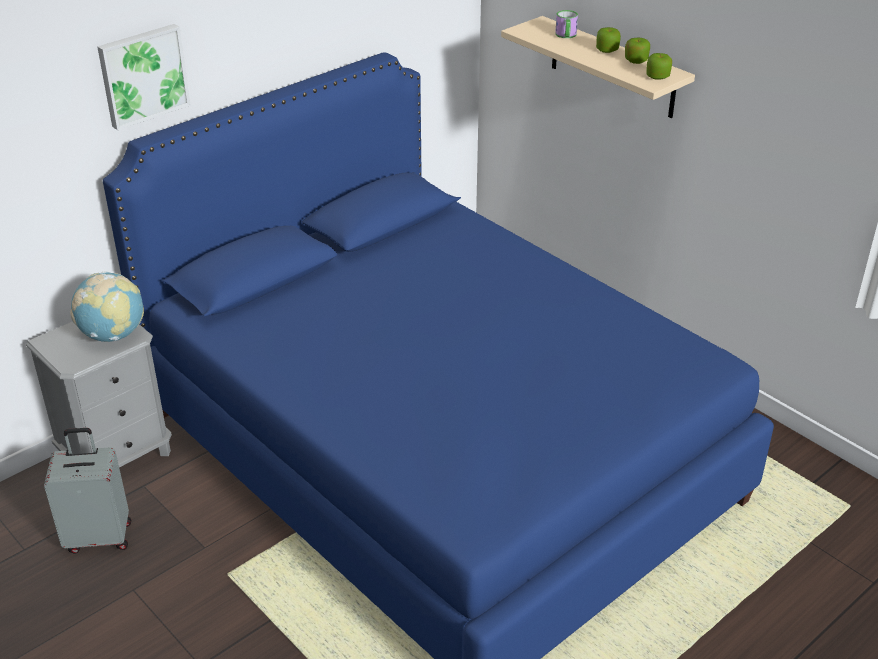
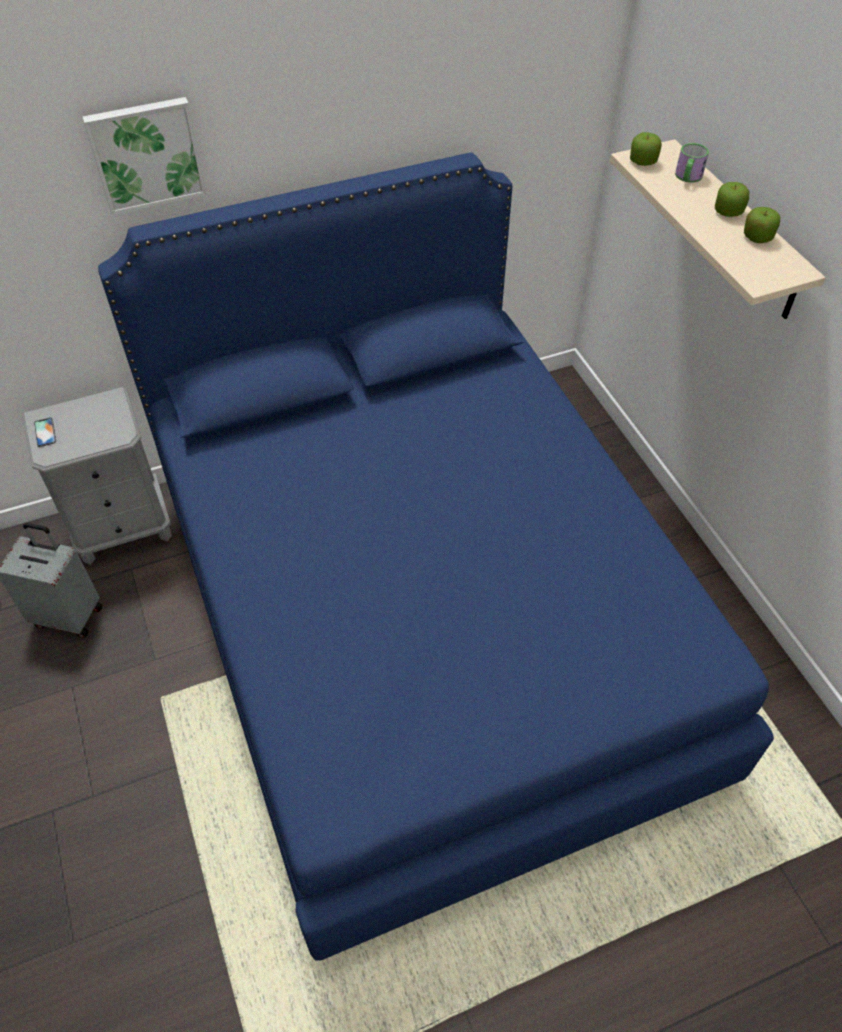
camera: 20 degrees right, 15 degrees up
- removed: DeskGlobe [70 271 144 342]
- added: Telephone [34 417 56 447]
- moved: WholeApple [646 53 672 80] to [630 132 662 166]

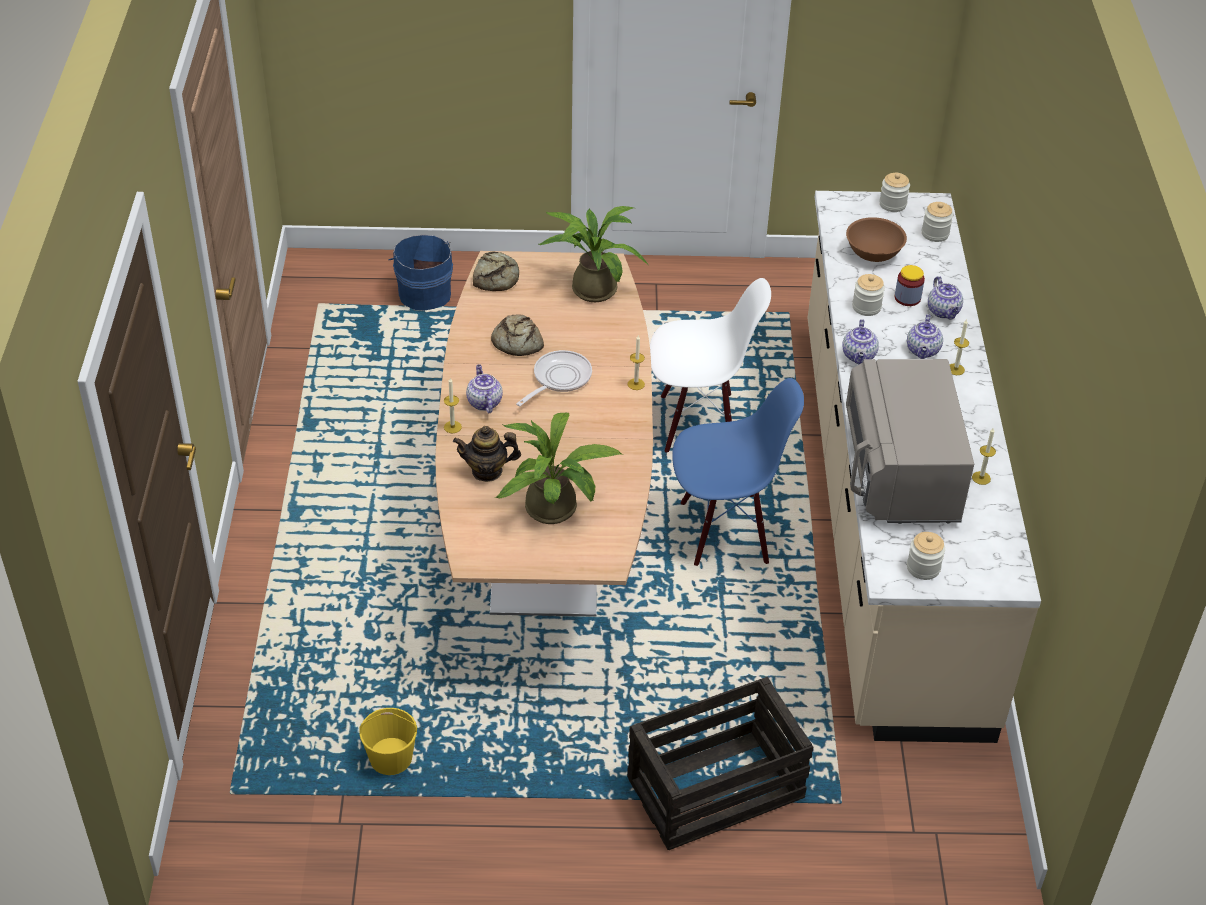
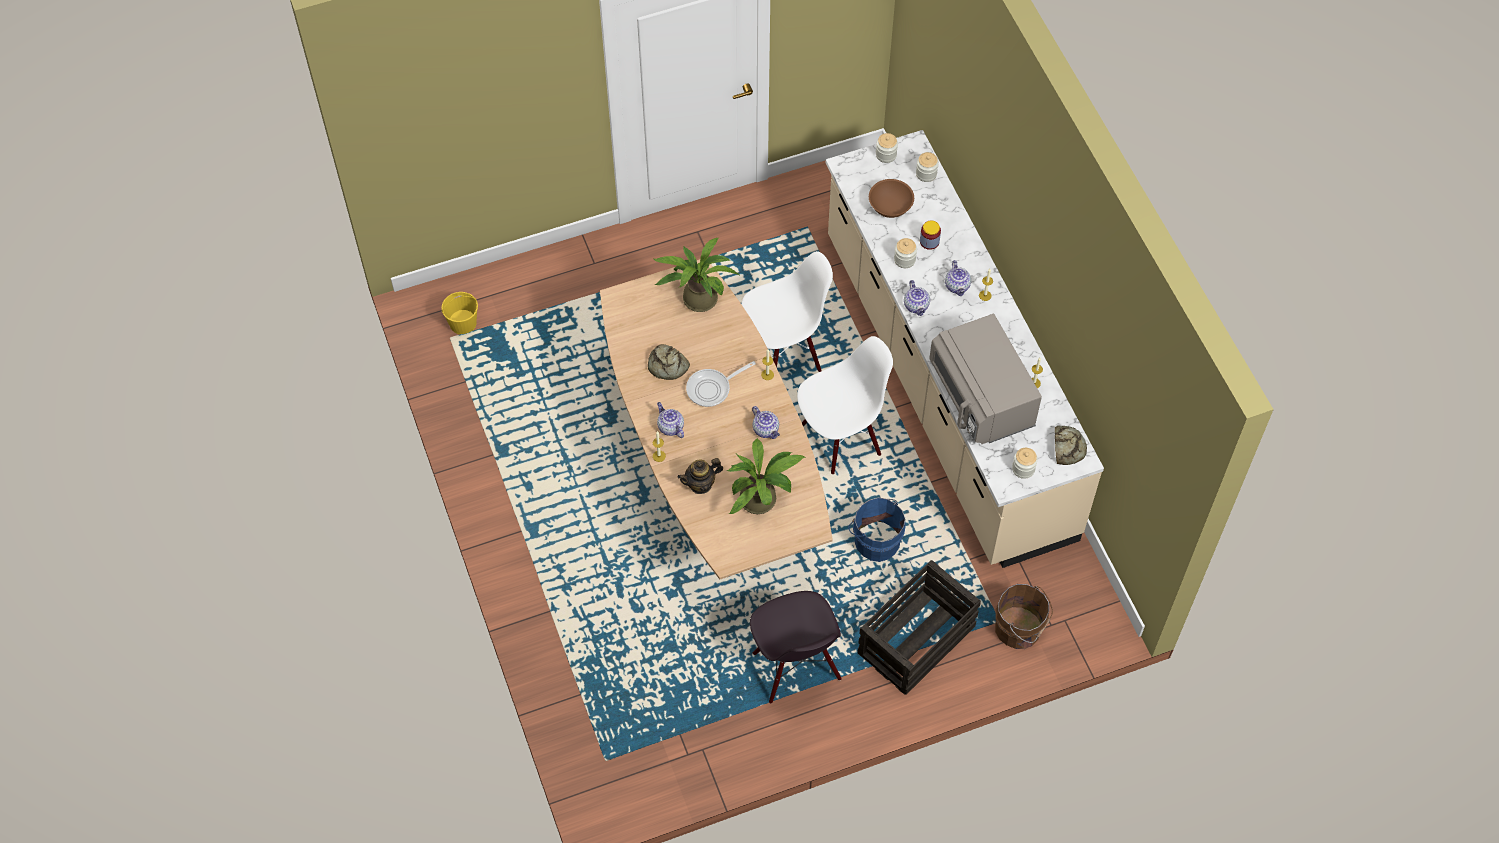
camera: 20 degrees left, 15 degrees up
- added: BlackPlainChair [750 591 842 704]
- added: BrownColouredBucket [995 584 1053 649]
- moved: YellowColouredBucket [359 708 417 775] to [441 292 478 334]
- moved: BluishBucket [389 235 453 310] to [848 498 906 562]
- moved: Bread [473 251 519 291] to [1055 426 1087 465]
- moved: Teapot [928 276 963 320] to [752 406 780 439]
- recoloured: BluishPlainChair [672 378 804 566] to WhitishPlainChair [797 336 893 474]
- turned: Pan [516 350 592 406] = [686 361 756 407] 135 degrees counterclockwise

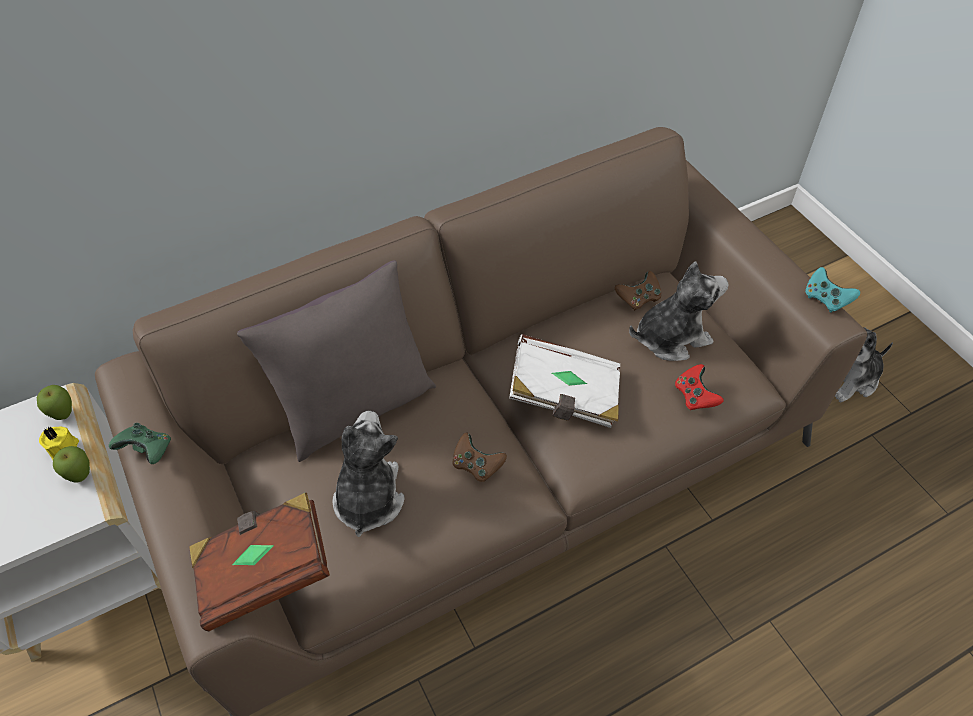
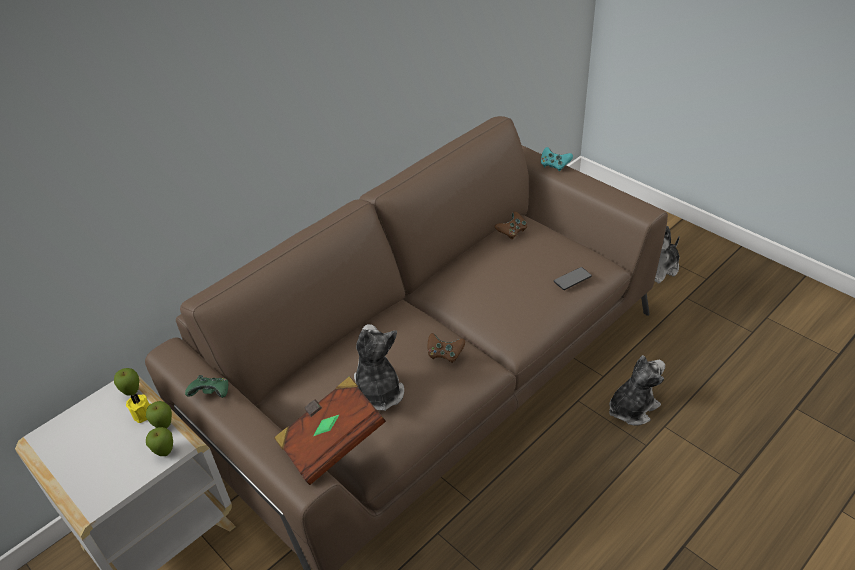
camera: 15 degrees left, 10 degrees down
- removed: GreyishCushion [237 260 436 462]
- removed: WhitishBoundBook [509 334 620 428]
- added: WholeApple [146 427 173 456]
- moved: SoftToy [629 261 729 361] to [609 355 665 426]
- moved: TurquoiseColouredGamepad [805 267 860 313] to [541 147 573 172]
- replaced: ReddishGamepad [675 364 724 410] to Telephone [554 267 592 290]

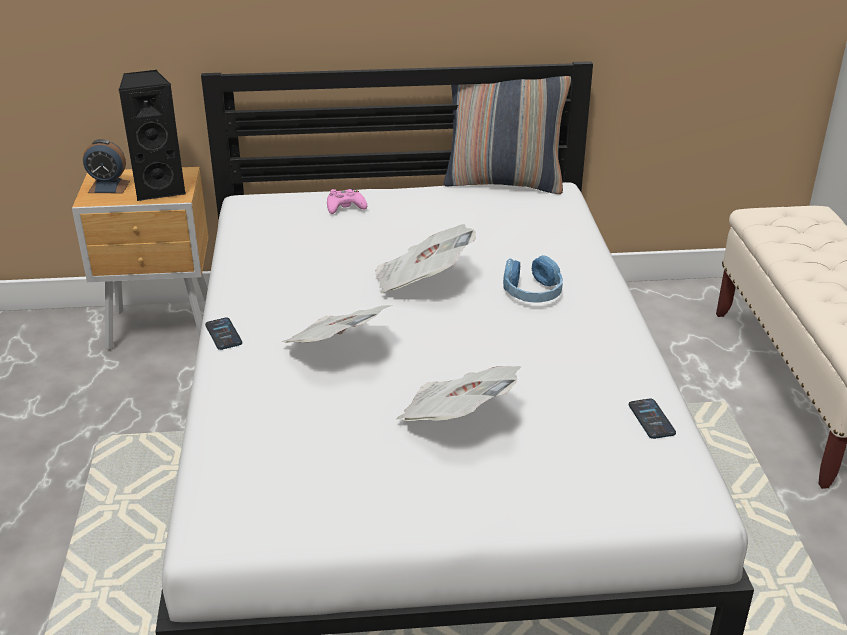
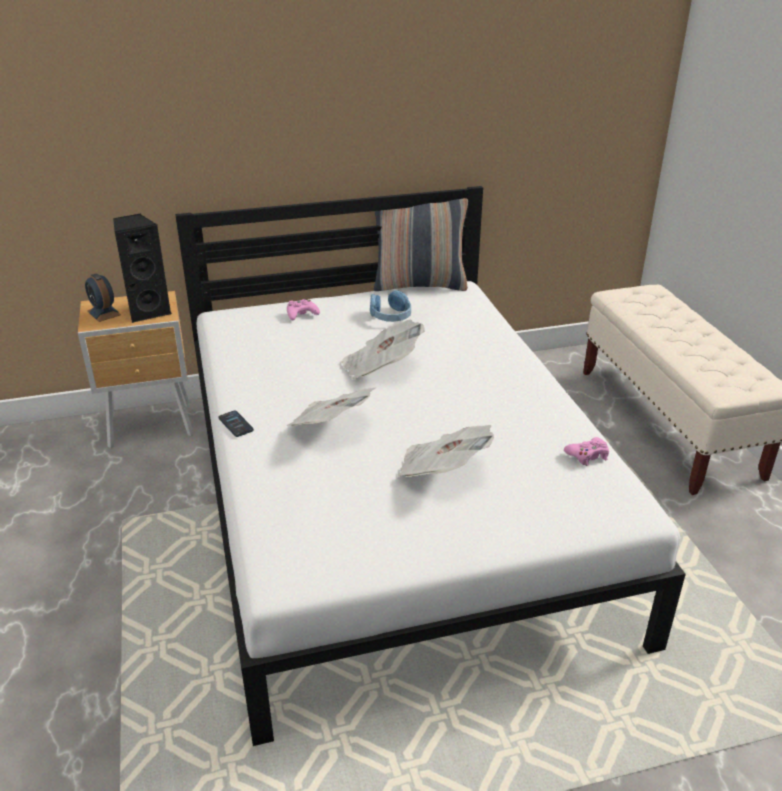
camera: 10 degrees left, 0 degrees up
- moved: BluishHeadset [503 255 563 302] to [370 290 411 322]
- replaced: Telephone [629 399 676 439] to PinkGamepad [564 437 609 466]
- turned: AlarmClock [83 139 130 193] = [85 274 121 322] 60 degrees clockwise

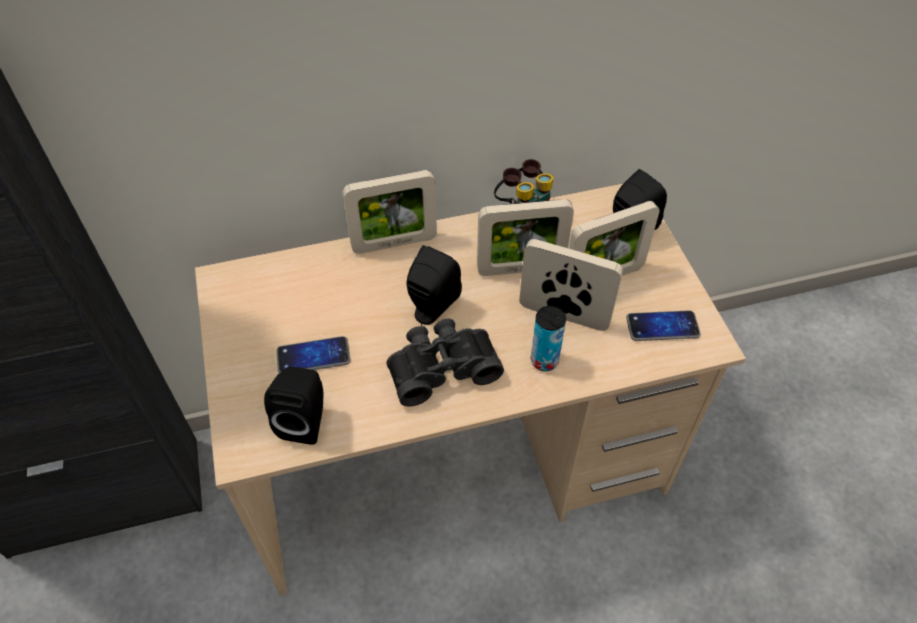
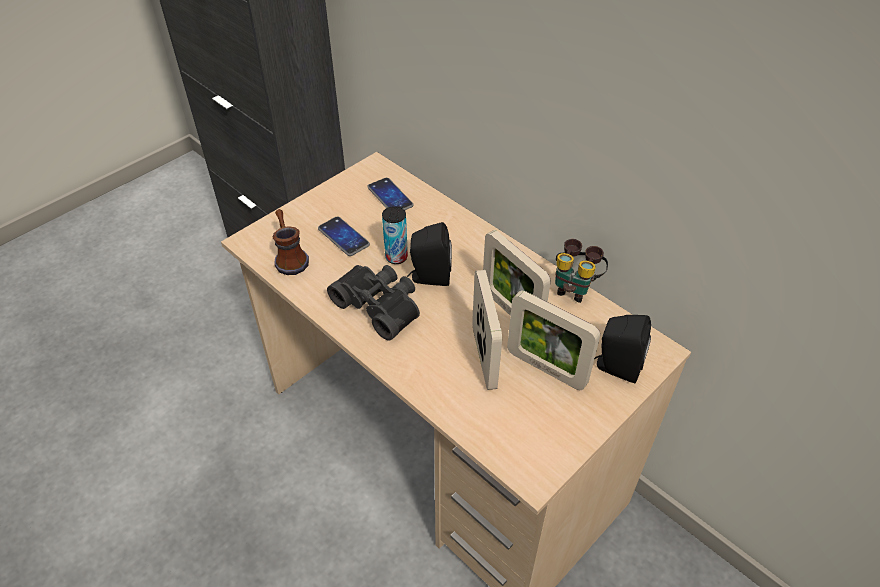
camera: 60 degrees right, 5 degrees down
- removed: PhotoFrame [343 170 437 254]
- moved: Can [531 306 566 371] to [382 206 408 264]
- moved: Telephone [626 310 701 341] to [367 178 414 210]
- replaced: BlackSpeaker [264 366 323 445] to Mug [272 209 309 275]

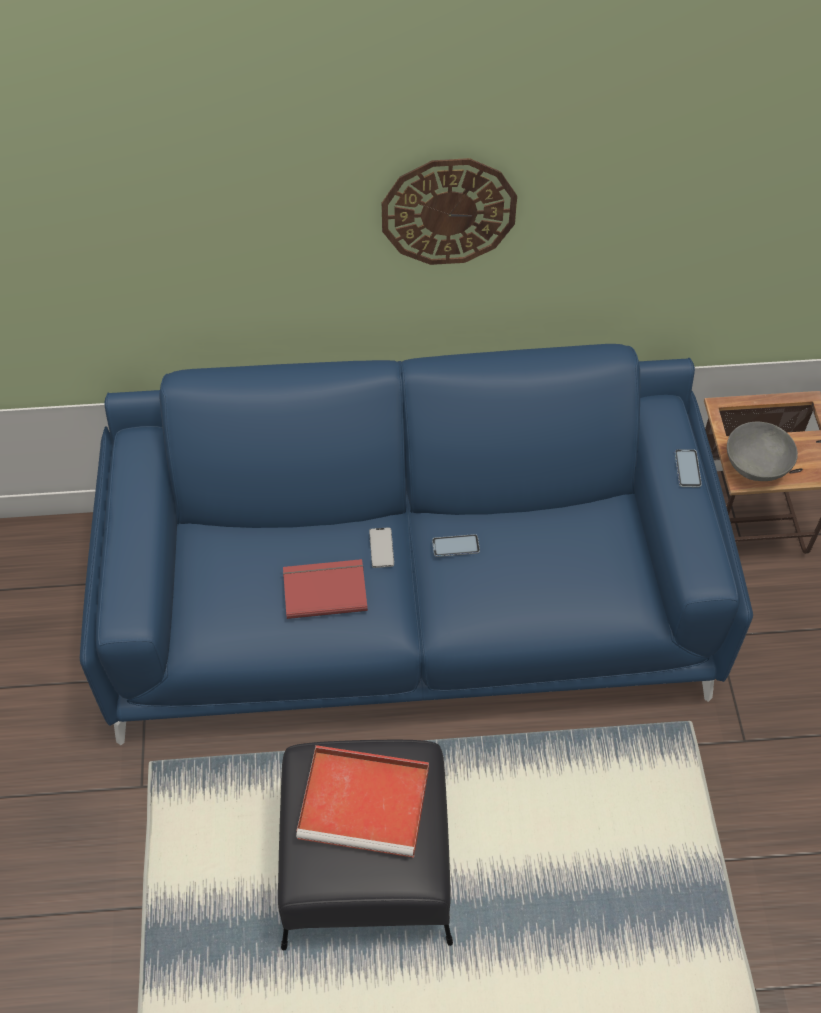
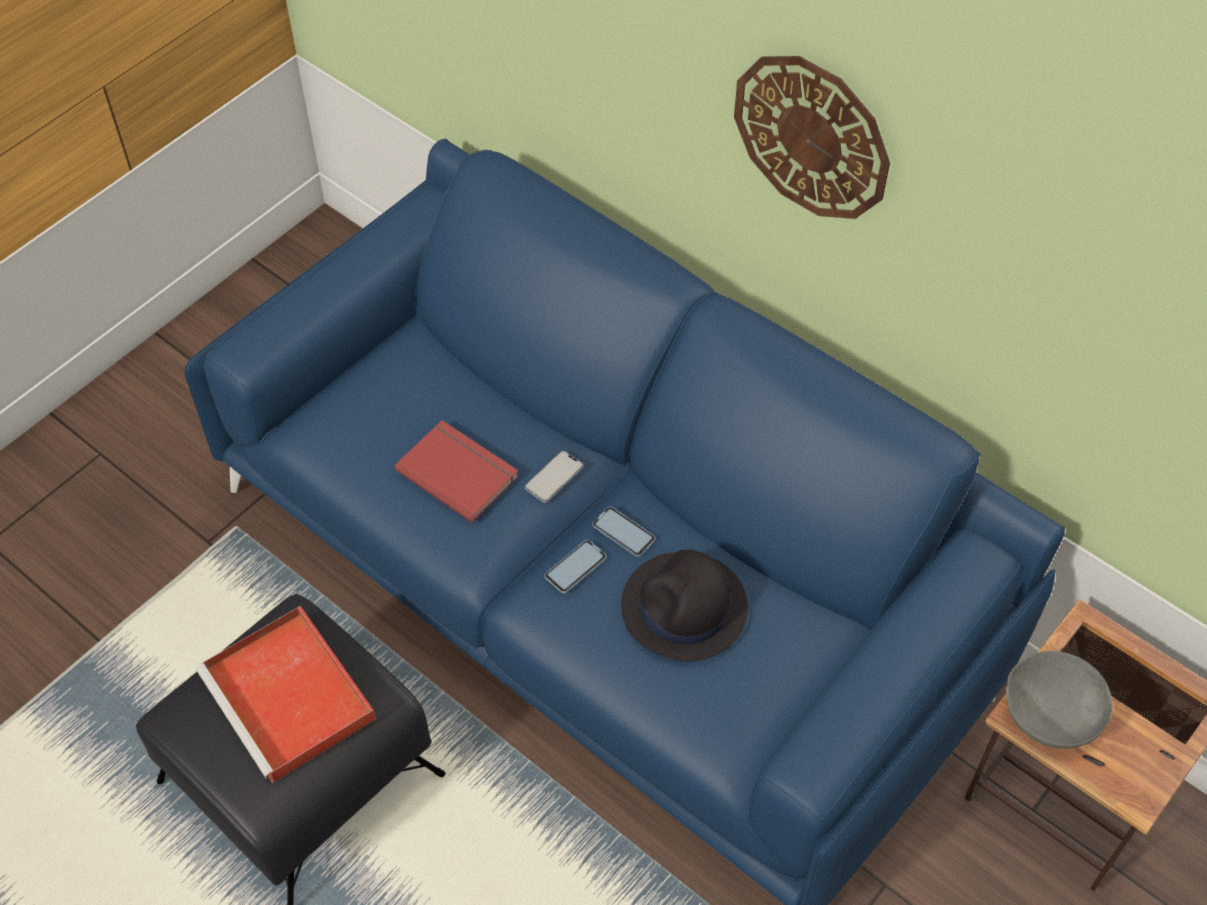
camera: 45 degrees right, 0 degrees up
- added: BlackHat [621 549 748 661]
- moved: Telephone [675 449 702 487] to [545 540 606 593]

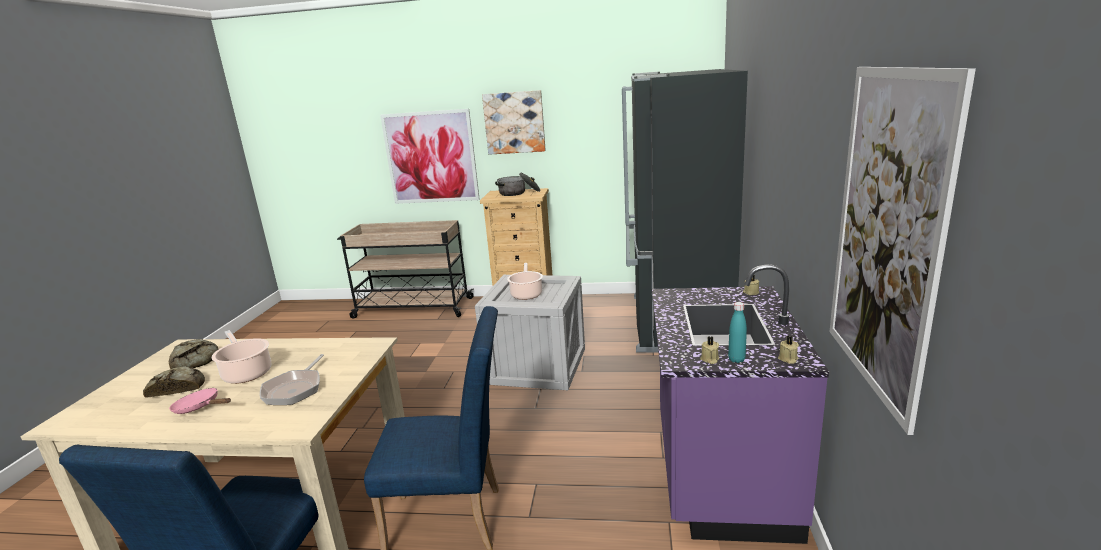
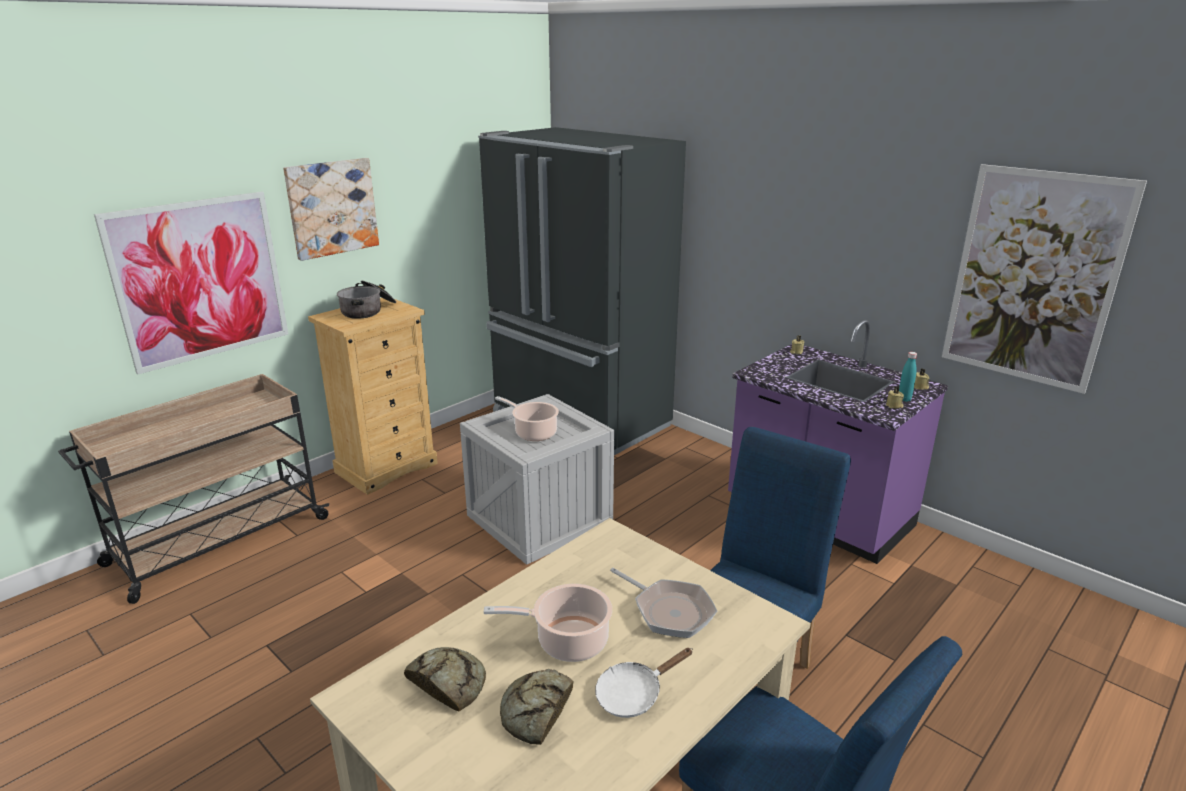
camera: 55 degrees left, 5 degrees up
- recoloured: PinkPan [169 388 231 414] to WhitishPan [595 648 693 718]

